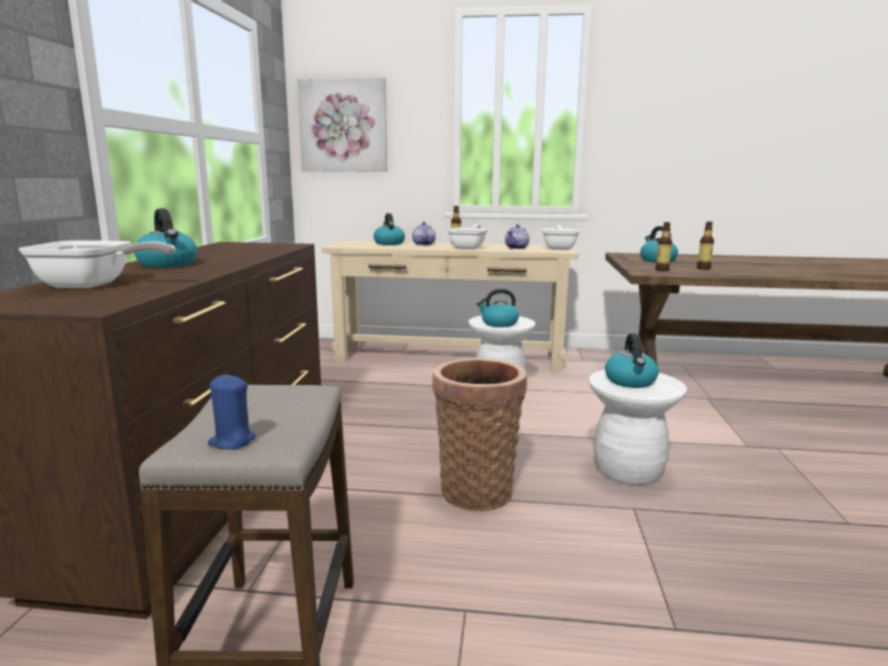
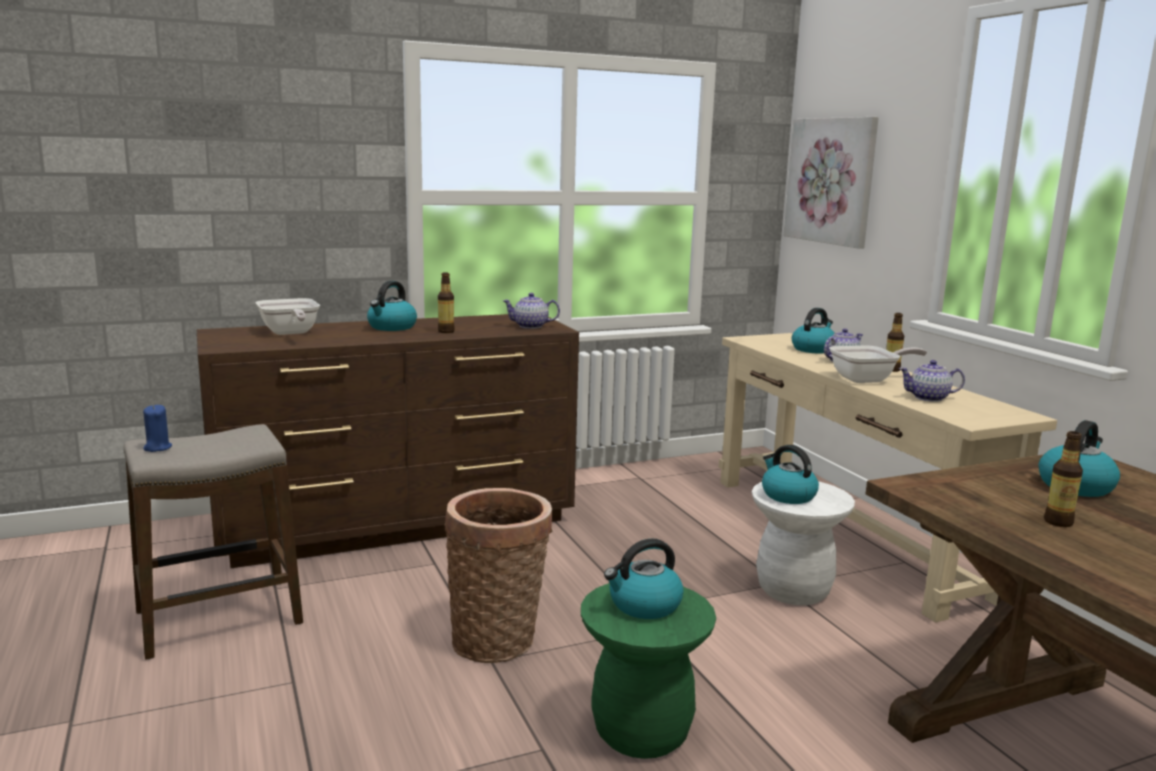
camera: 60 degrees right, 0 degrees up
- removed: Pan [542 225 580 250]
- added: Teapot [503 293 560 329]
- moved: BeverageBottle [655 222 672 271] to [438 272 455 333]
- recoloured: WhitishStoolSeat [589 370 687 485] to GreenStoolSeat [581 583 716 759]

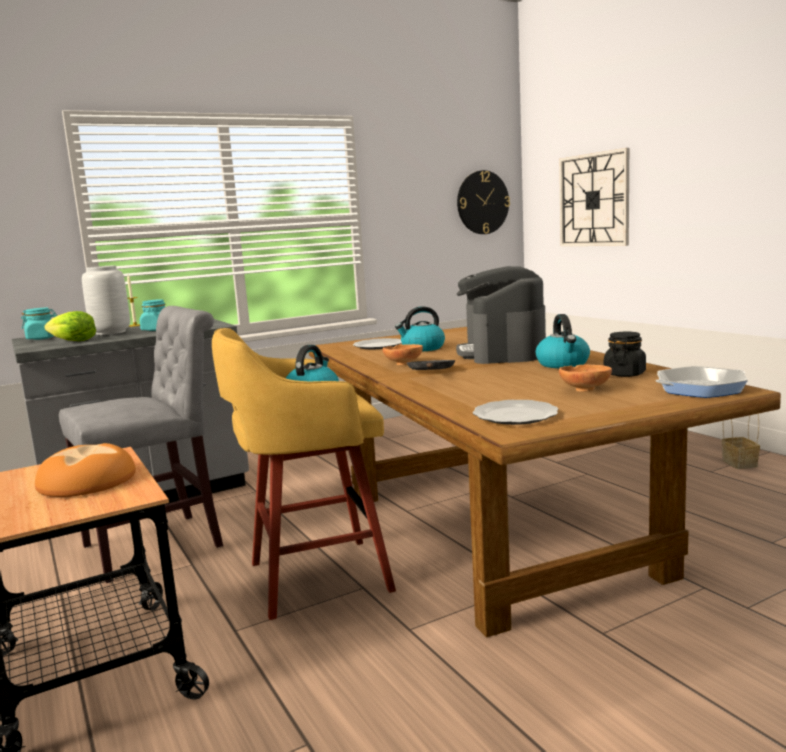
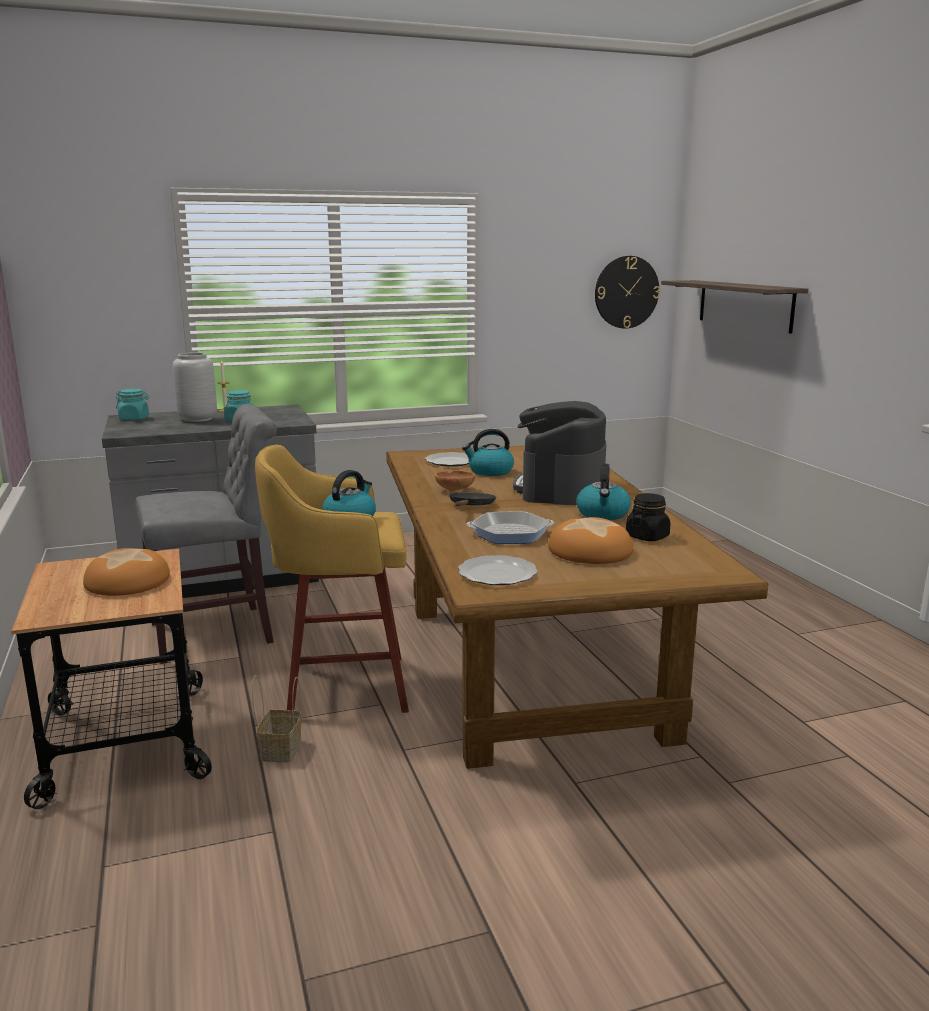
camera: 10 degrees right, 5 degrees up
- removed: HeadOfLettuce [44 311 96 341]
- moved: Pan [656 366 748 398] to [467 511 554 544]
- moved: HouseholdBasket [722 415 760 469] to [252 675 301 762]
- replaced: HangingClock [559 148 629 246] to Shelf [661 280 808 334]
- replaced: BrownColouredDeepDish [559 365 612 392] to Bread [548 517 633 564]

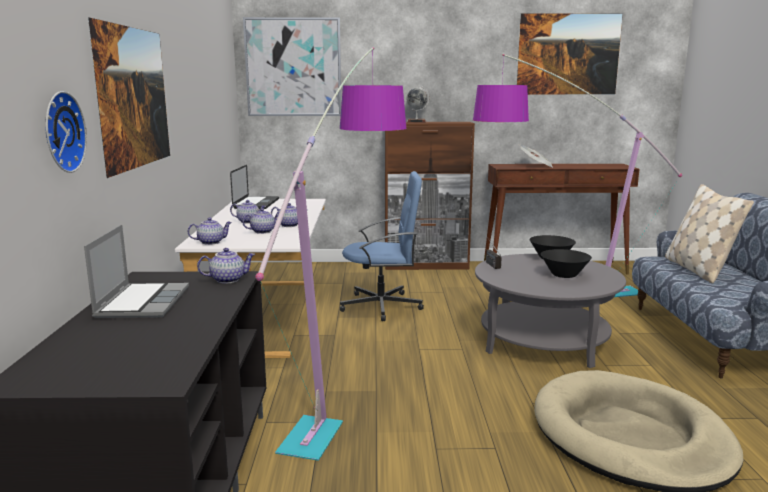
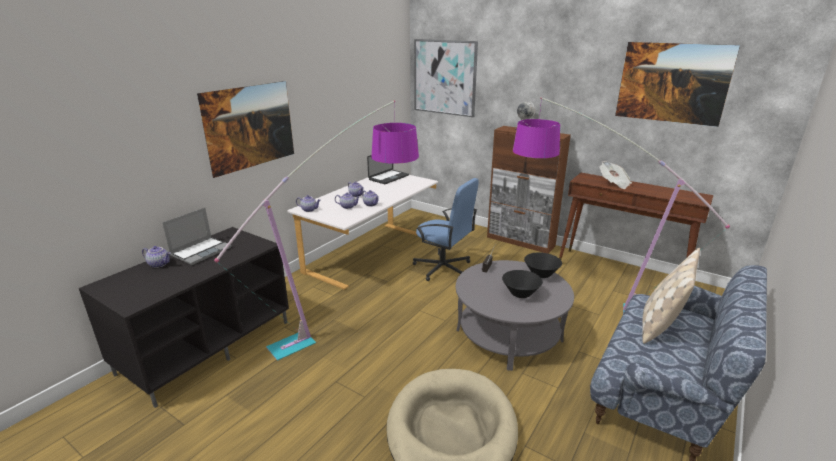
camera: 35 degrees right, 10 degrees up
- removed: HangingClock [45 91 87 173]
- moved: Teapot [197 248 255 284] to [142 246 171 268]

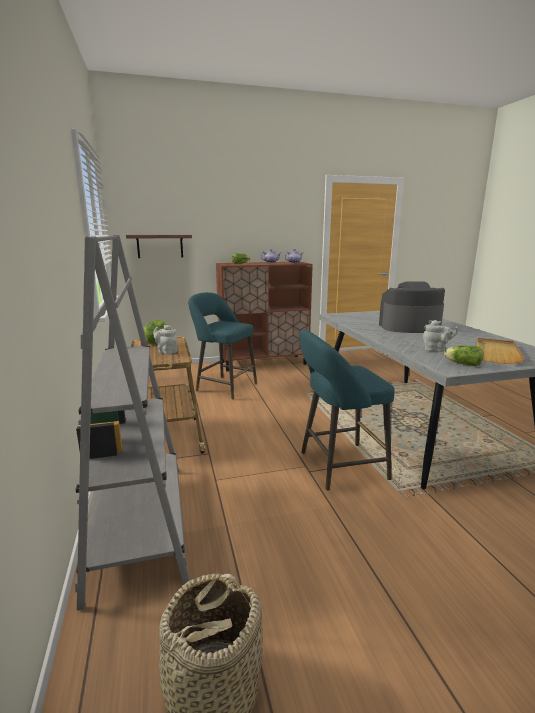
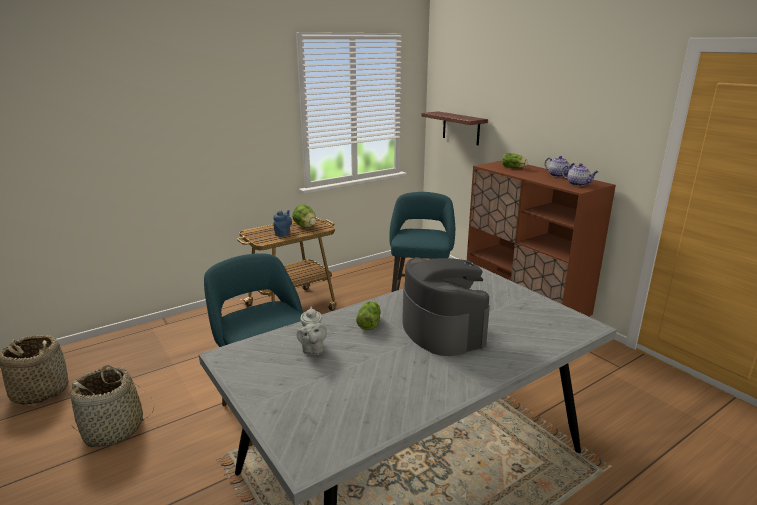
camera: 70 degrees right, 5 degrees up
- removed: GreyishBookcase [75 235 190 611]
- removed: BeigeColouredServingTray [476 338 524 364]
- added: HouseholdBasket [67 365 154 447]
- moved: HeadOfLettuce [444 345 483 366] to [356 301 381 330]
- recoloured: GreyishTeapot [153 325 178 355] to BluishTeapot [273 210 292 237]

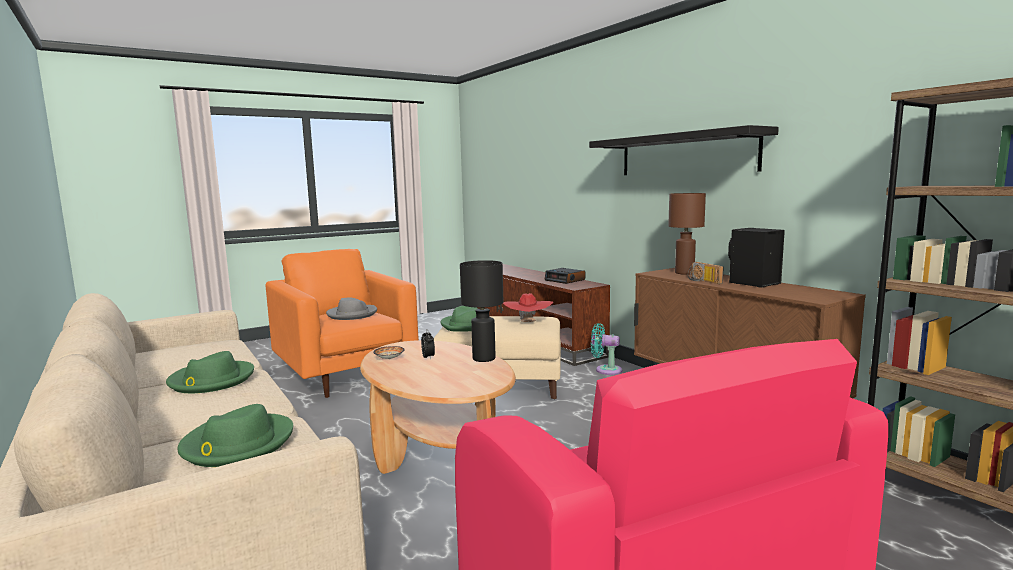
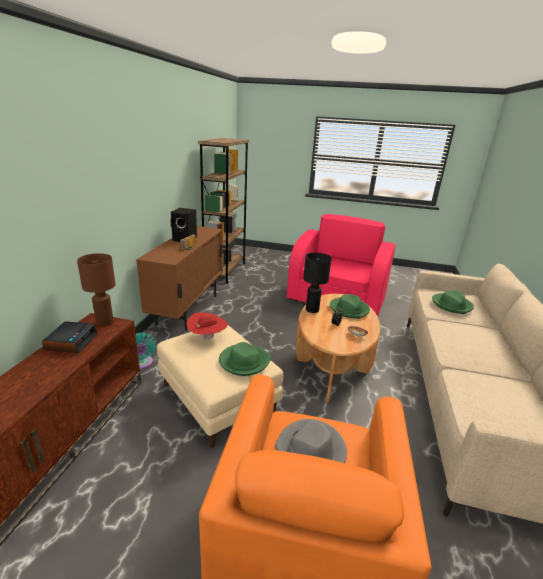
camera: 135 degrees left, 15 degrees up
- removed: BlackShelf [589 125 779 175]
- moved: GreenHat [166 351 254 393] to [330 294 370 319]
- moved: BrownColouredTabletopLamp [668 193 706 275] to [77 253 116 326]

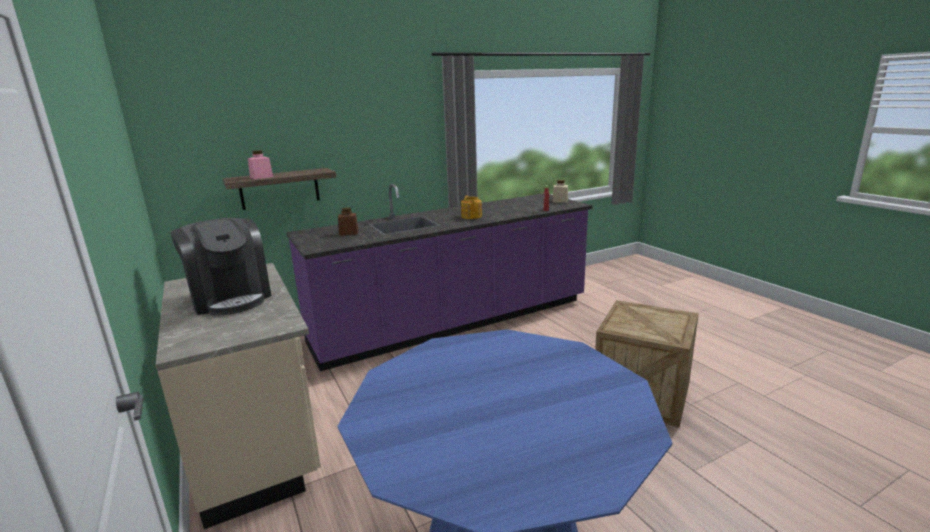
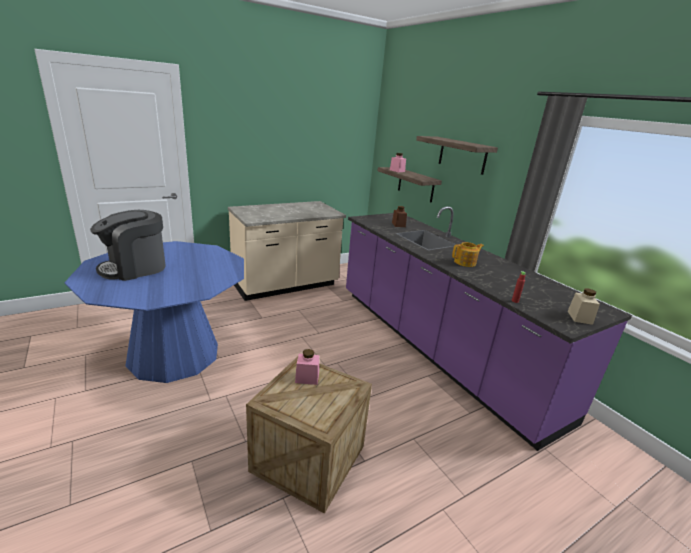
camera: 85 degrees right, 5 degrees up
- added: PinkStorageJar [295 349 319 385]
- added: Shelf [416 136 498 175]
- moved: CoffeeMaker [170 218 271 316] to [90 210 166 281]

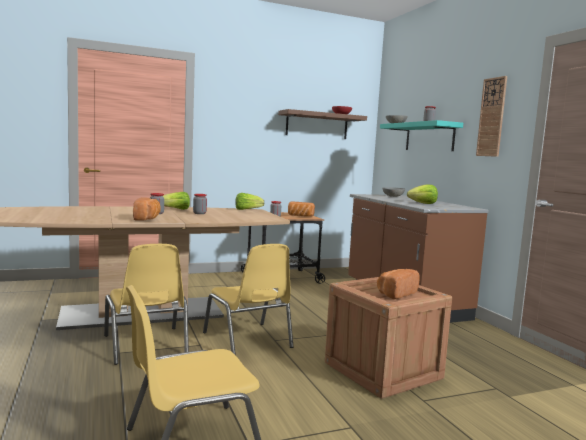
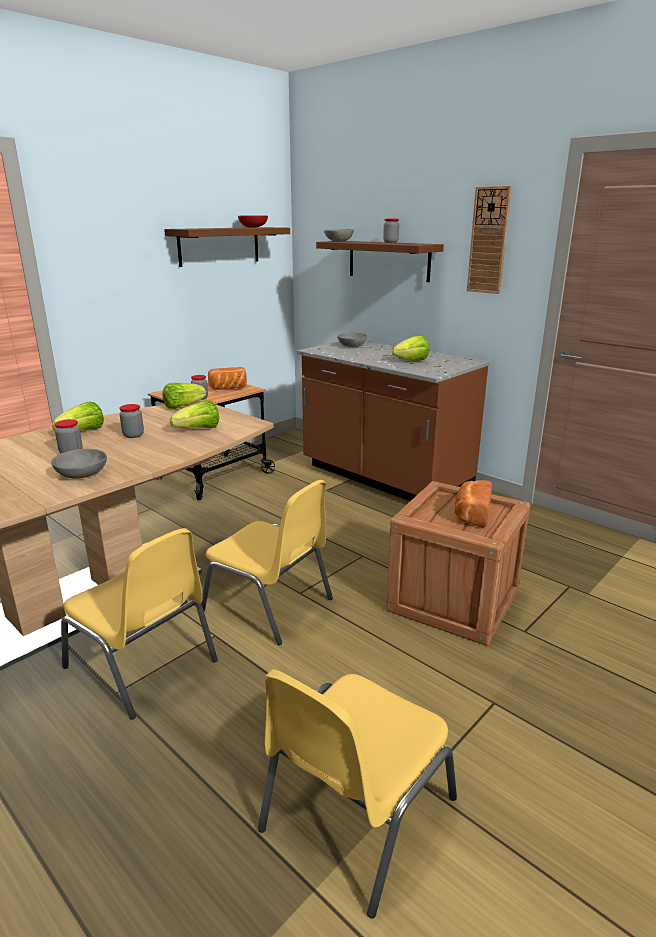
camera: 25 degrees left, 15 degrees up
- added: HeadOfLettuce [170 400 219 428]
- replaced: Bread [133 197 161 221] to GreyishDeepDish [51 449 107 479]
- recoloured: TurquoiseColouredShelf [380 120 463 151] to BrownColouredShelf [316 241 444 282]

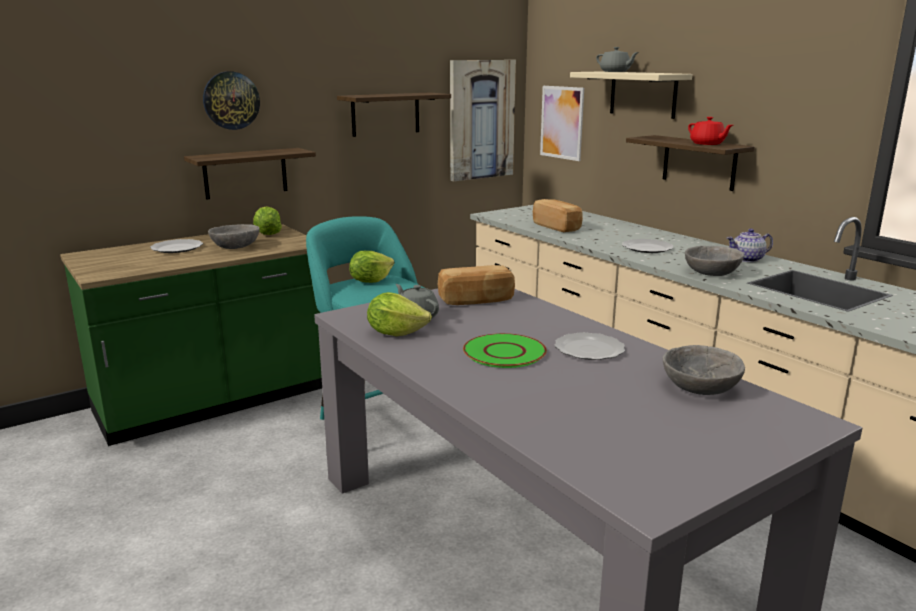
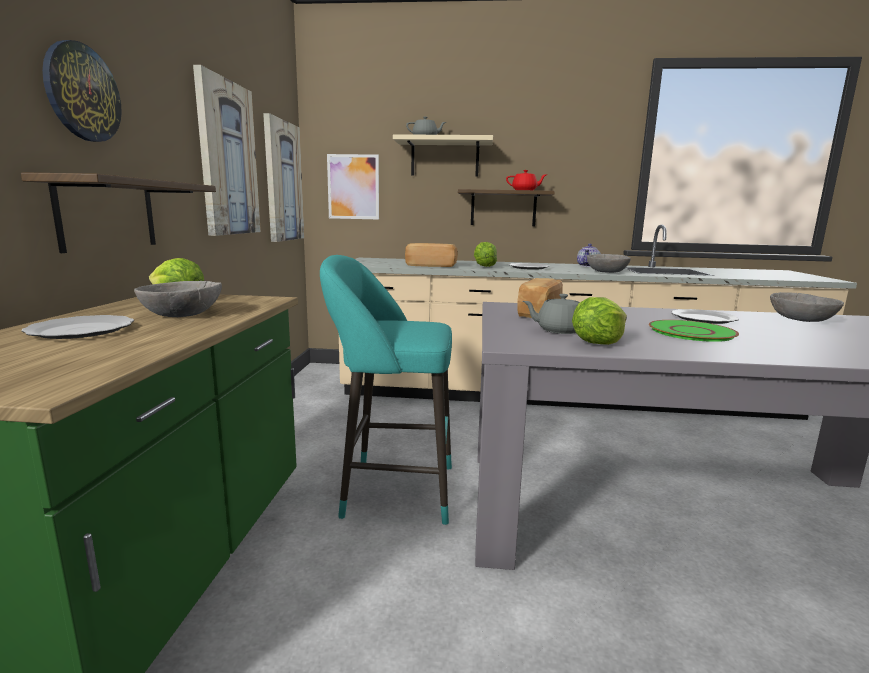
camera: 50 degrees left, 5 degrees down
- moved: HeadOfLettuce [349 251 394 283] to [474 242 497 267]
- replaced: Shelf [337 93 451 137] to WallPicture [193 65 261 236]

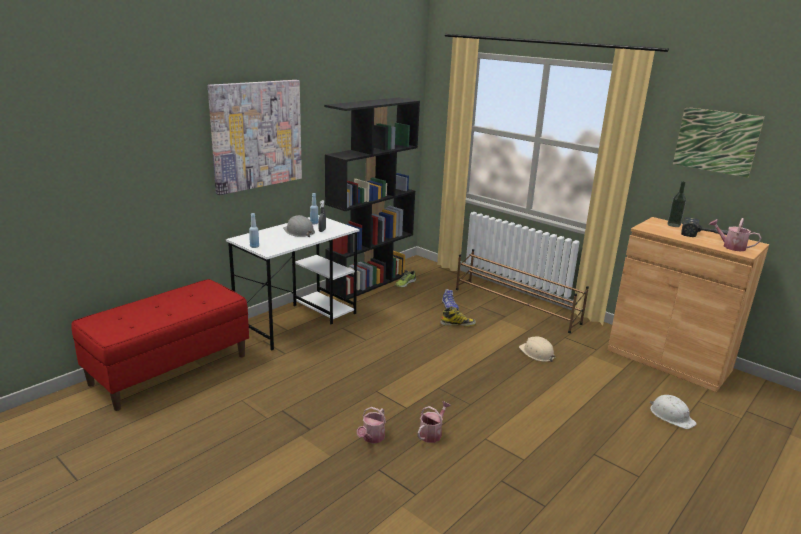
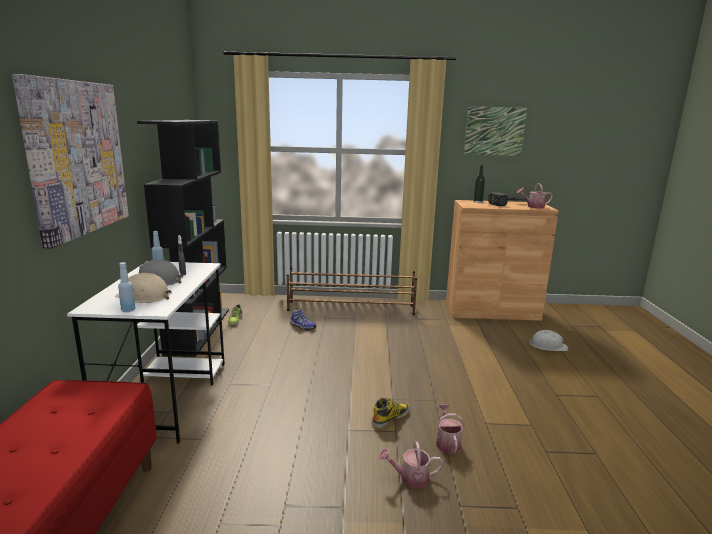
camera: 40 degrees left, 5 degrees down
- moved: Boot [441 306 476 326] to [372 398 410 428]
- moved: BeigeColouredHardHat [519 336 555 362] to [115 273 172 303]
- turned: SprinklingCan [357 407 386 443] = [379 442 444 489] 105 degrees clockwise

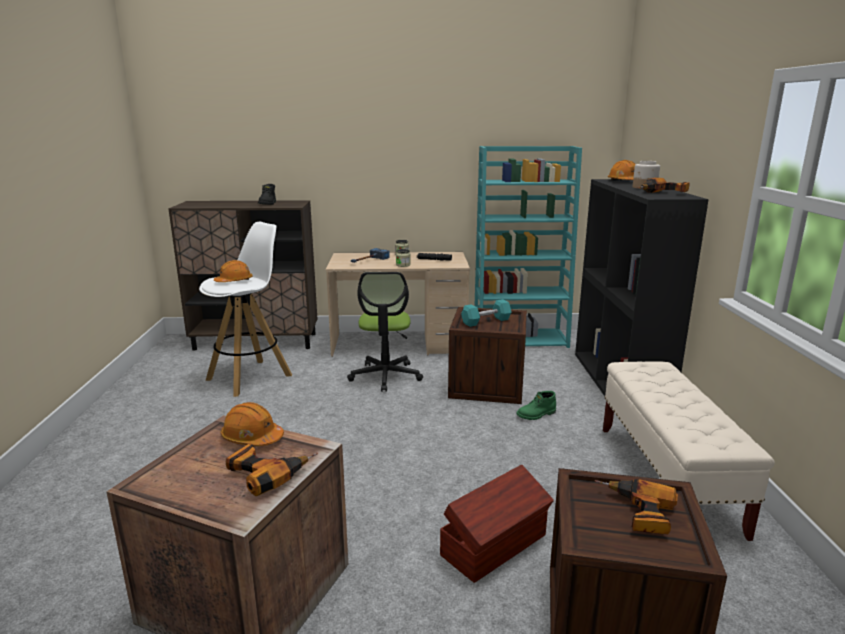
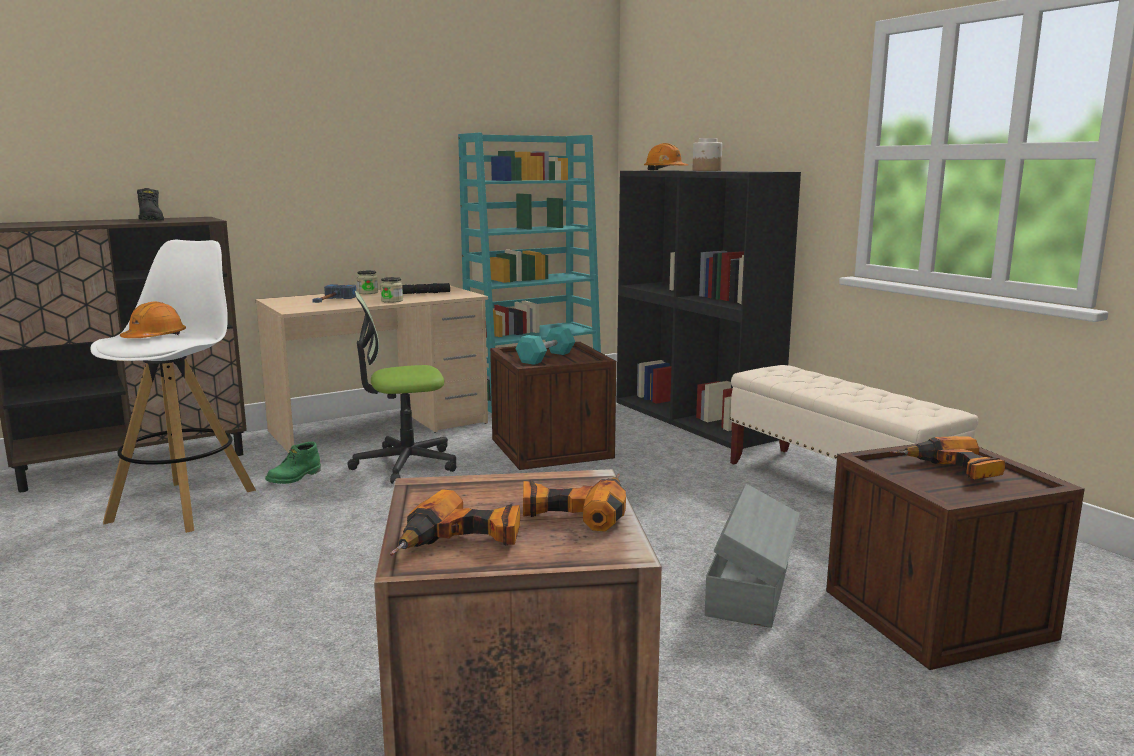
camera: 30 degrees left, 5 degrees down
- removed: OrangeHardHat [220 402 284 446]
- moved: GreenBoot [516 391 556 420] to [265 442 321 484]
- moved: ElectricDrill [637 178 690 193] to [390 489 520 556]
- recoloured: BrownColouredStorageContainer [440 465 554 583] to GreyishStorageContainer [705 484 800 628]
- turned: DeskChair [347 272 423 392] = [347 291 456 484] 105 degrees clockwise

